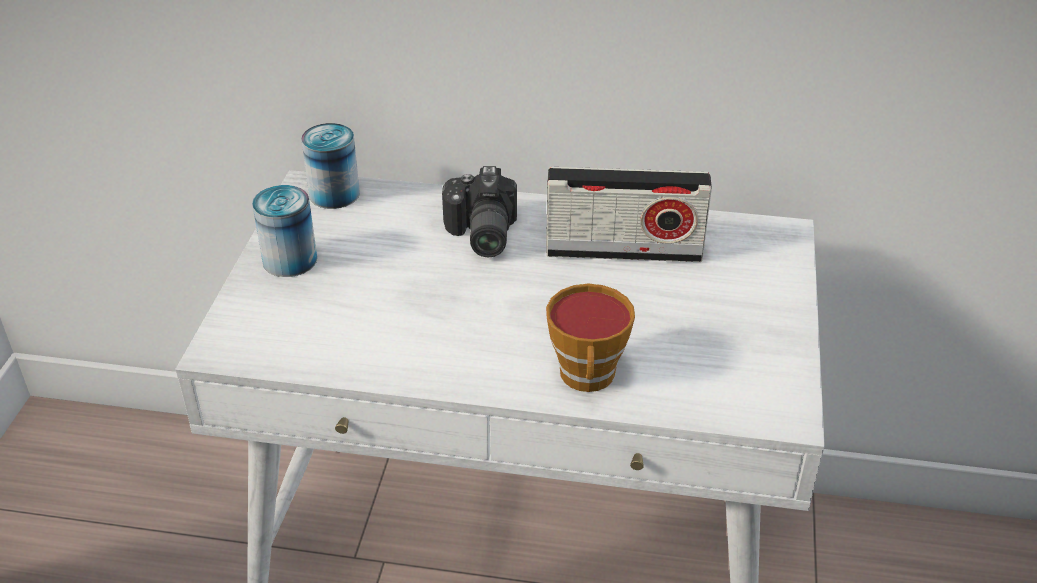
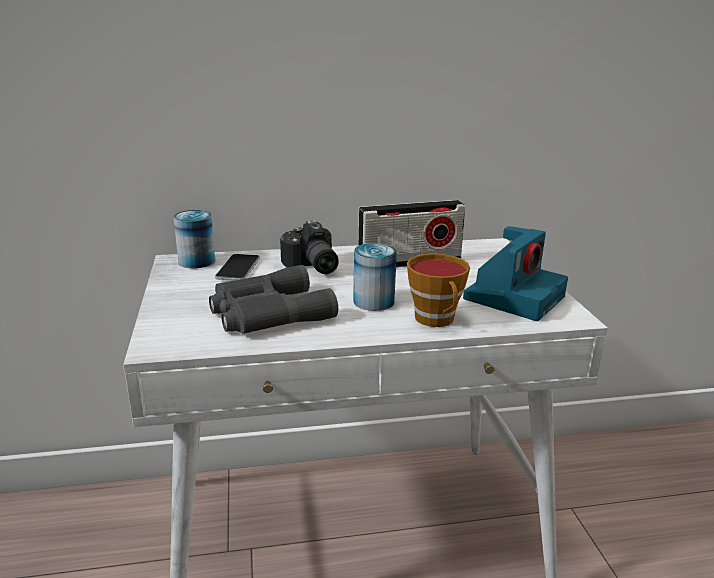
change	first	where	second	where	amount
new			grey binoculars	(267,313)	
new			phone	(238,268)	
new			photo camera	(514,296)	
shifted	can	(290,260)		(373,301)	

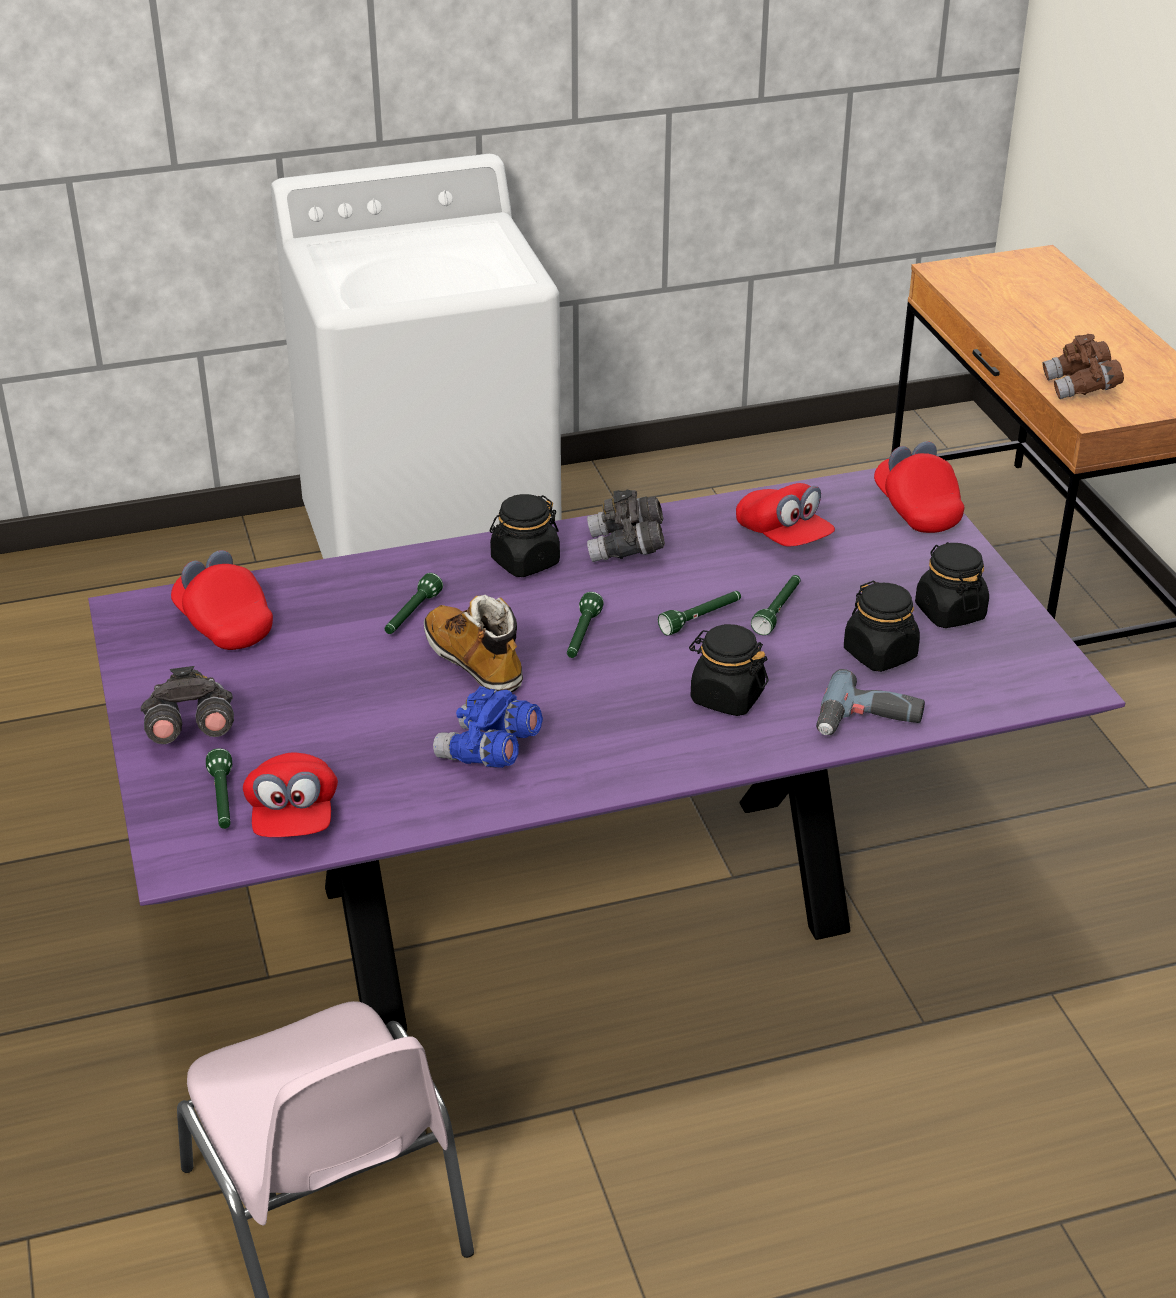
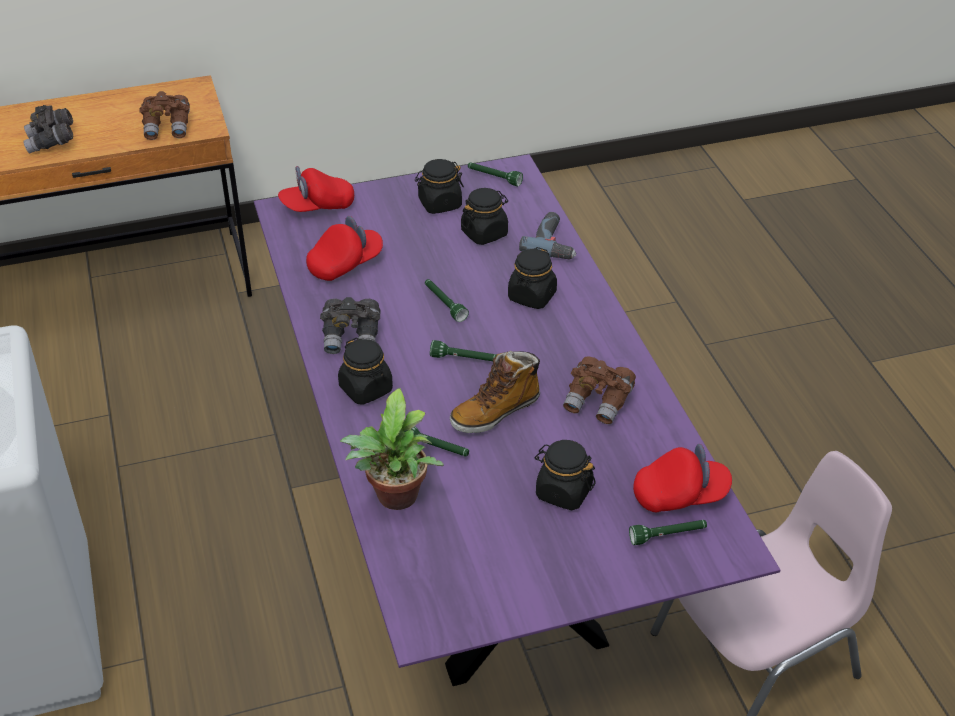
change	first	where	second	where	amount
gone	red cap	(223,624)			
new			potted plant	(396,500)	
new			black jar	(563,492)	
shifted	grey binoculars	(190,730)		(51,142)	
shifted	green flashlight	(778,611)		(494,178)	
repainted	blue binoculars	(489,752)	brown binoculars	(598,402)	

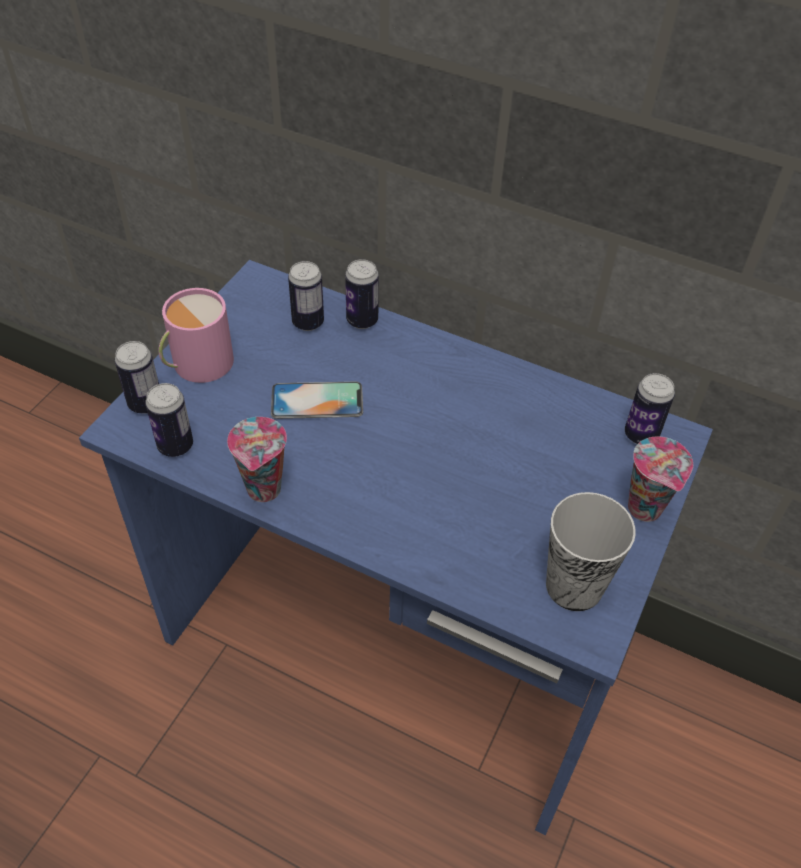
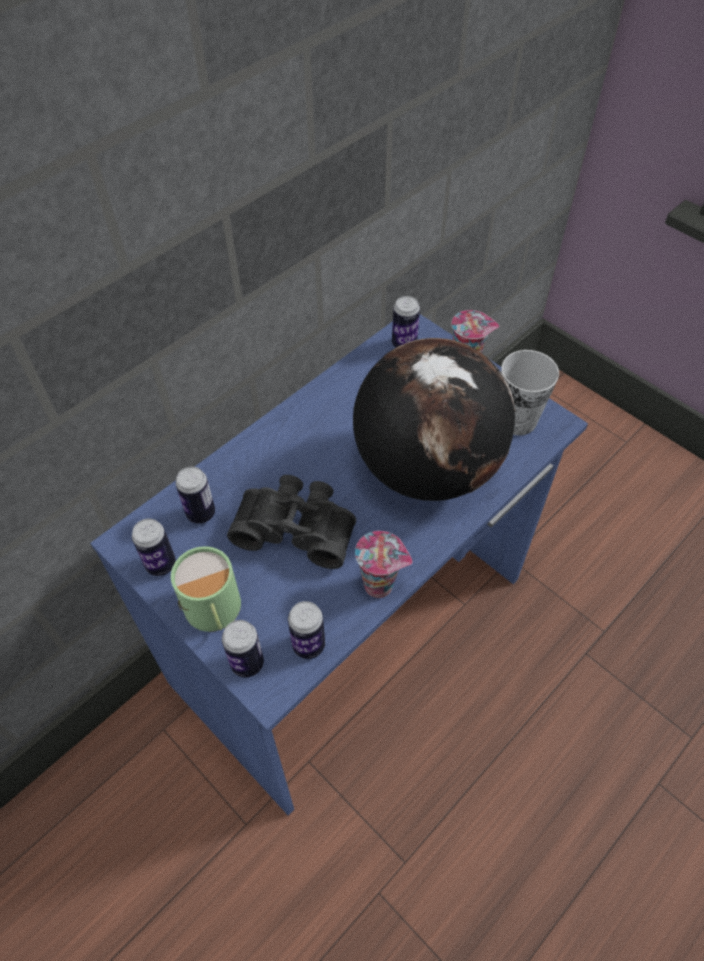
change	first	where	second	where	amount
new			globe	(426,468)	
shifted	can	(362,320)		(161,564)	
swapped	phone	(317,401)	black binoculars	(297,527)	
repainted	pink mug	(197,363)	green mug	(213,611)	

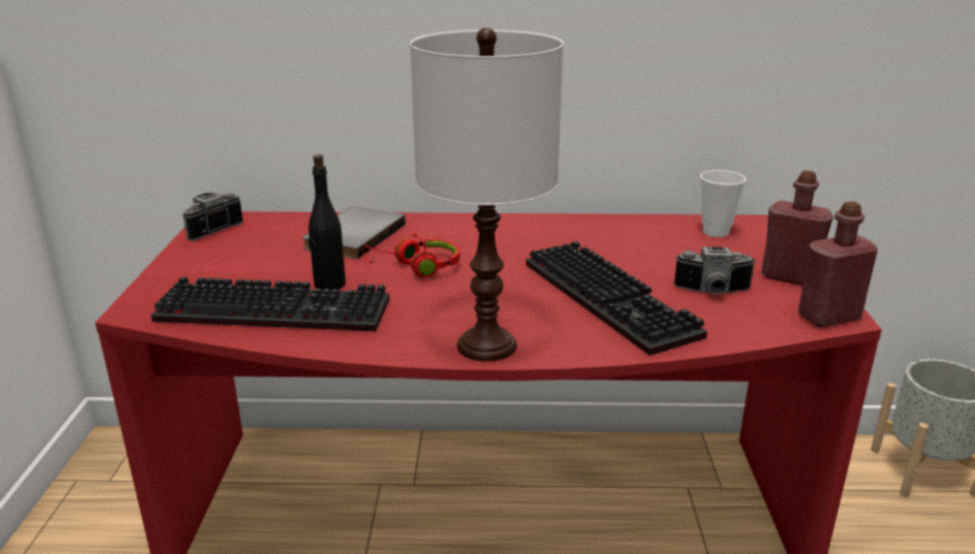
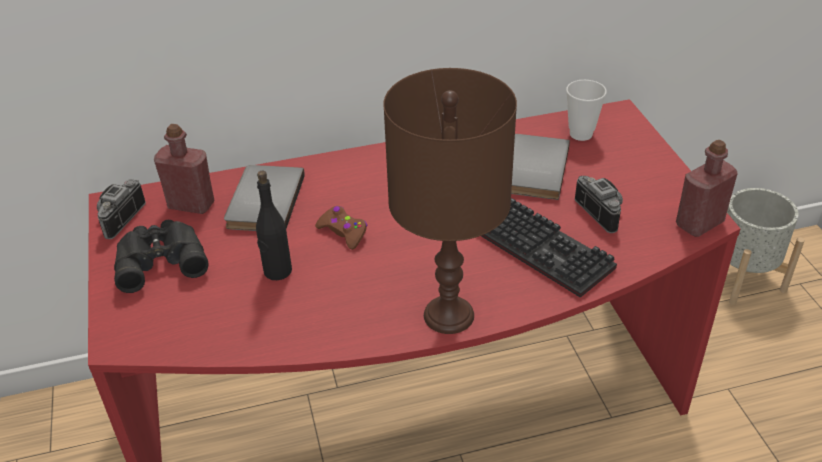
change	first	where	second	where	amount
gone	keyboard	(279,309)			
new			black binoculars	(160,259)	
new			grey book	(531,169)	
shifted	red bottle	(789,277)		(191,204)	
swapped	red headphones	(416,267)	brown game controller	(343,232)	
repainted	white table lamp	(485,346)	brown table lamp	(448,316)	
rotated	photo camera	(713,292)		(603,212)	105 degrees counterclockwise

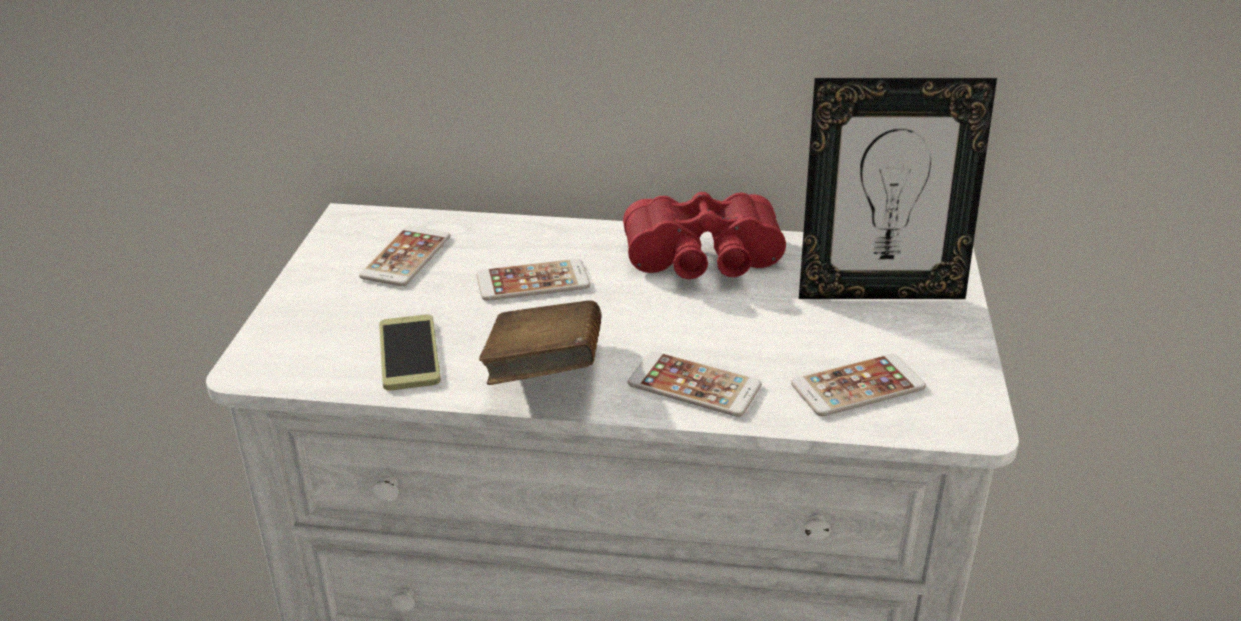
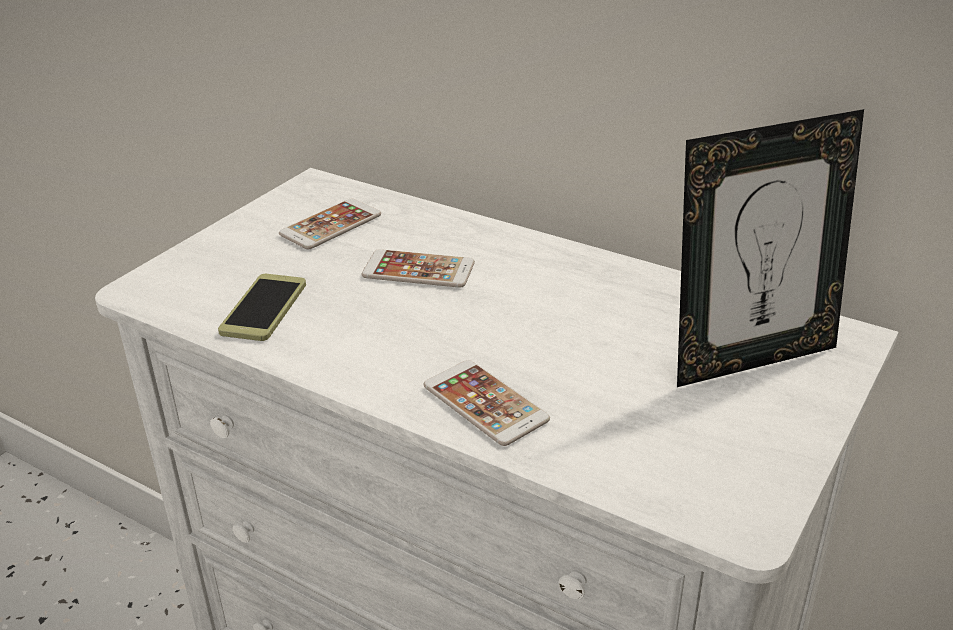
change	first	where	second	where	amount
gone	brown book	(545,373)			
gone	red binoculars	(704,262)			
gone	phone	(858,386)			
rotated	picture frame	(879,291)		(750,358)	45 degrees counterclockwise

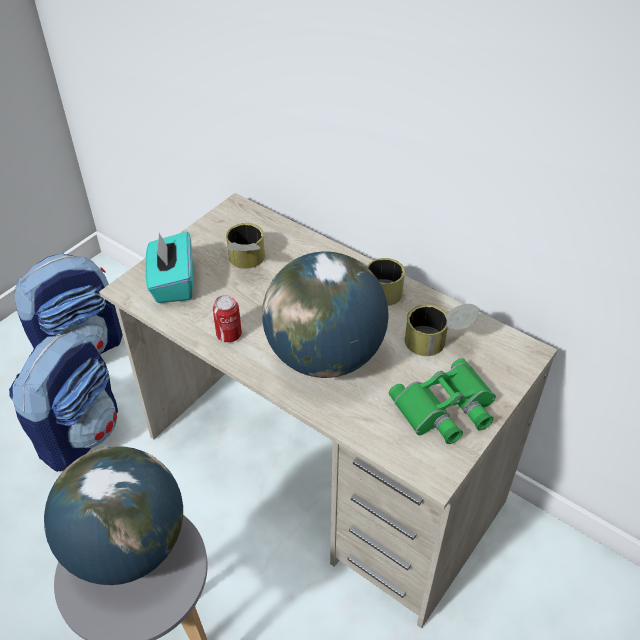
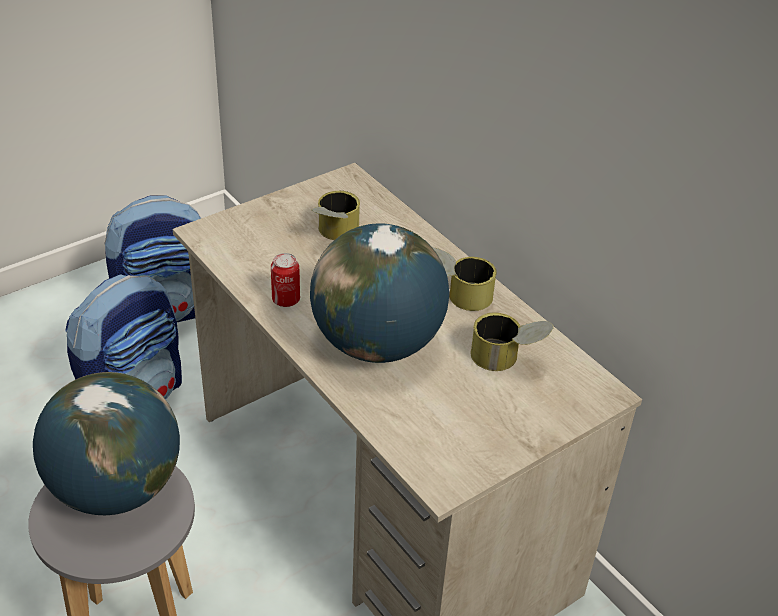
change	first	where	second	where	amount
gone	turquoise tissue box	(173,283)			
gone	green binoculars	(446,409)			

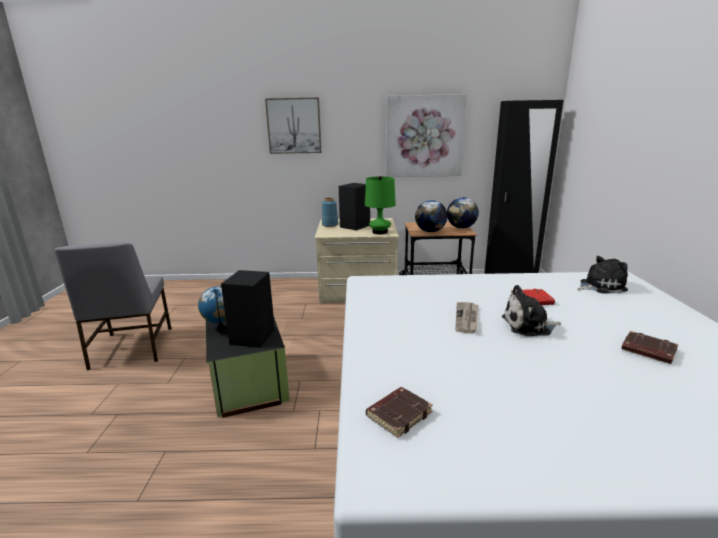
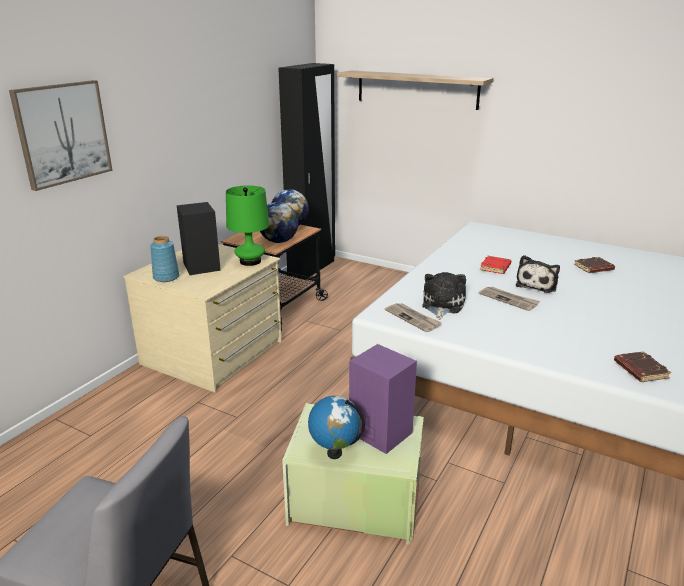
change	first	where	second	where	amount
gone	picture	(424,136)			
new			shelf	(416,89)	
new			newspaper	(413,318)	
shifted	plush toy	(600,286)		(442,305)	
repainted	black storage box	(248,383)	green storage box	(355,502)	
repainted	black speaker	(253,336)	purple speaker	(379,432)	

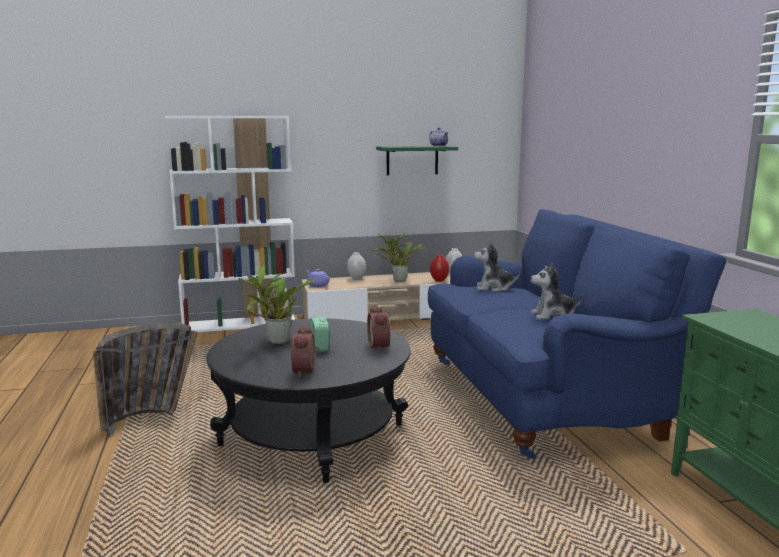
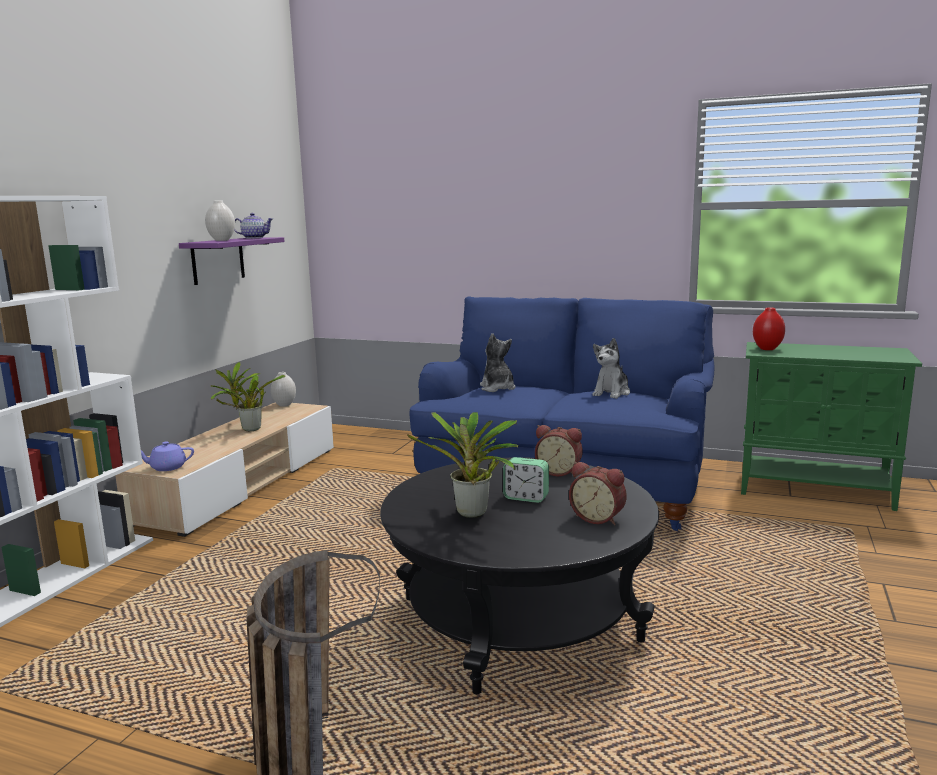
change	first	where	second	where	amount
shifted	white vase	(356,278)		(222,240)	
shifted	red vase	(439,280)		(767,349)	
repainted	green shelf	(412,160)	purple shelf	(218,260)	
rotated	plush toy	(494,288)		(497,388)	120 degrees clockwise

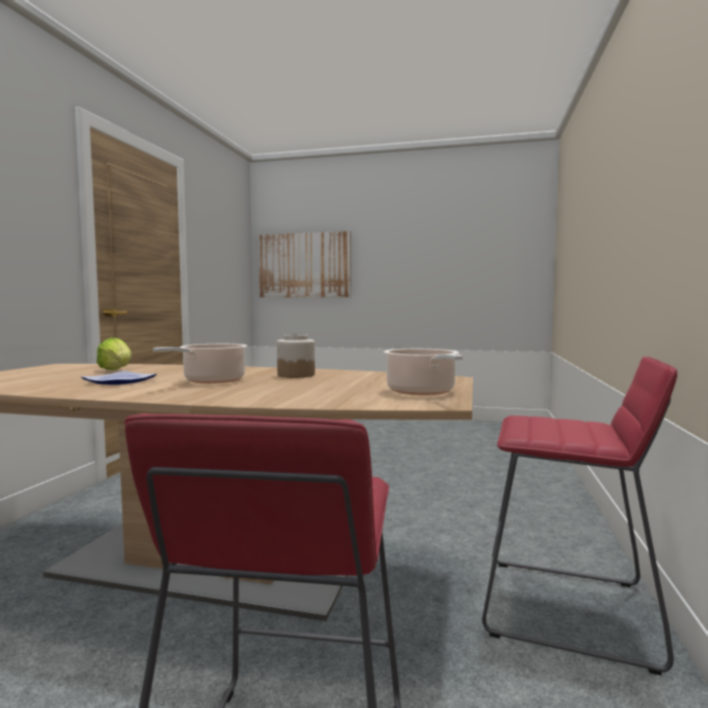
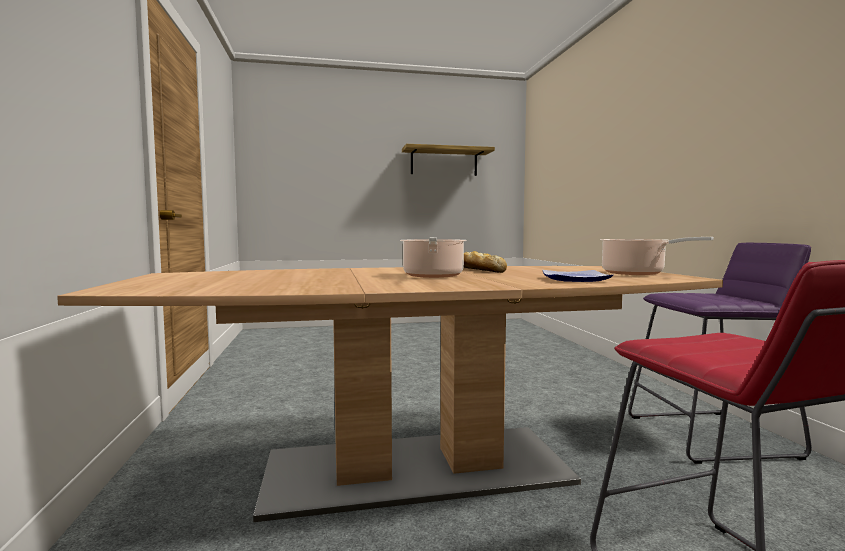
change	first	where	second	where	amount
gone	lettuce	(117,371)			
gone	picture	(304,265)			
new			shelf	(444,162)	
shifted	plate	(120,381)		(574,279)	
swapped	jar	(296,375)	bread	(479,270)	
repainted	red stool	(567,610)	purple stool	(710,436)	

